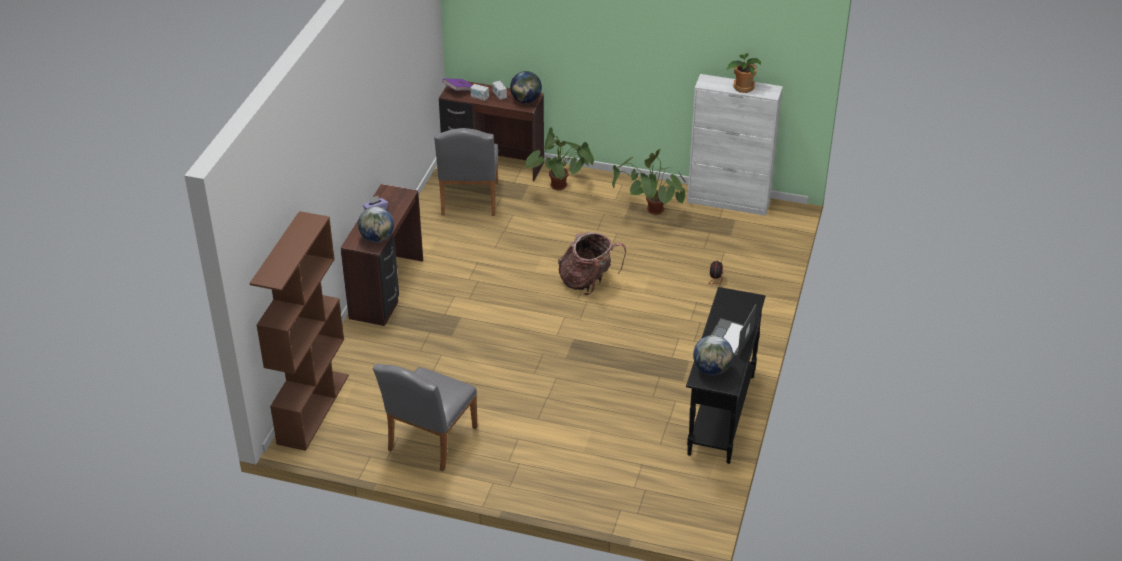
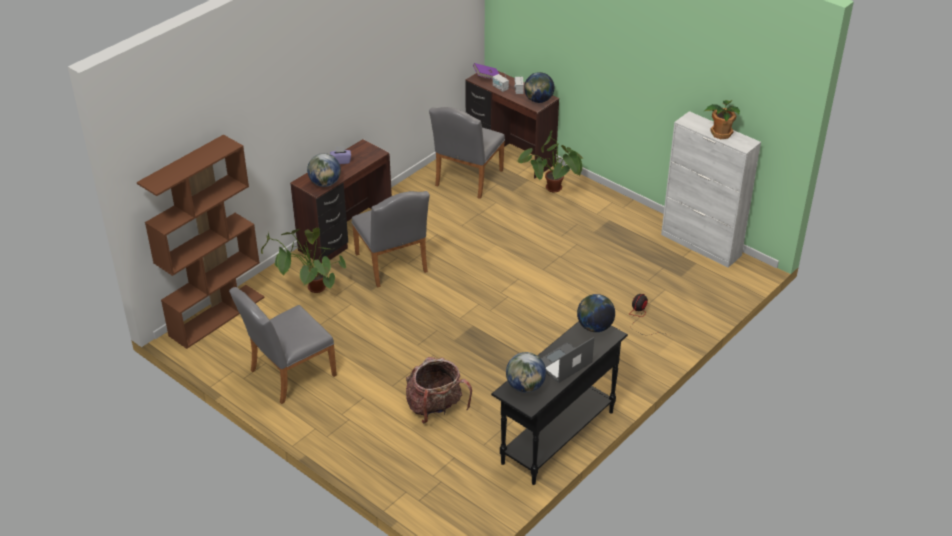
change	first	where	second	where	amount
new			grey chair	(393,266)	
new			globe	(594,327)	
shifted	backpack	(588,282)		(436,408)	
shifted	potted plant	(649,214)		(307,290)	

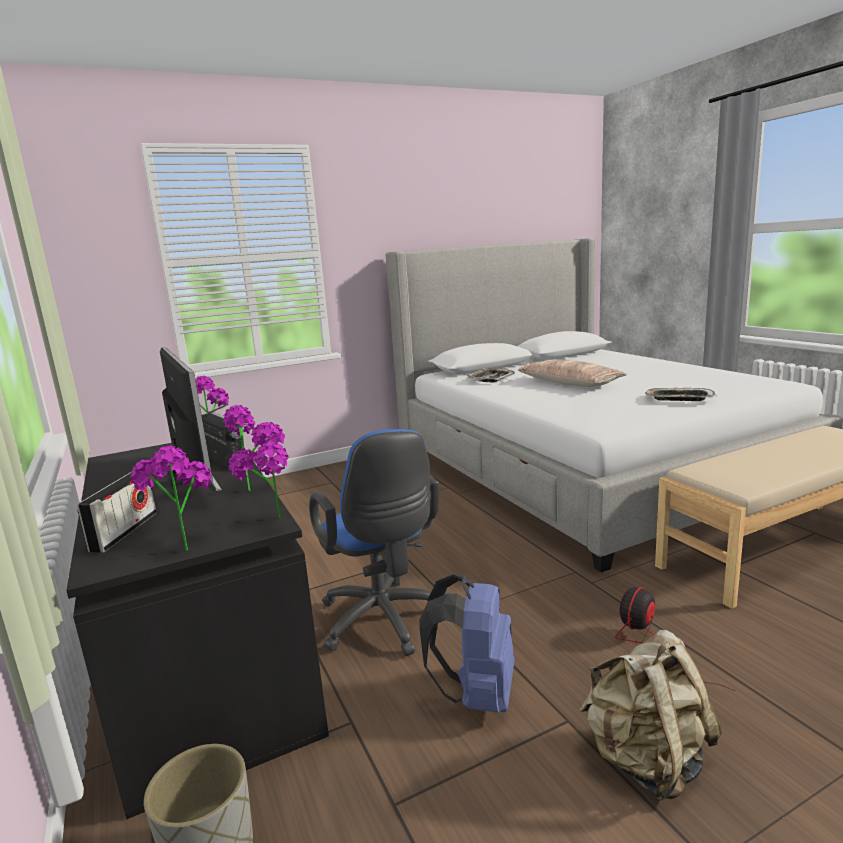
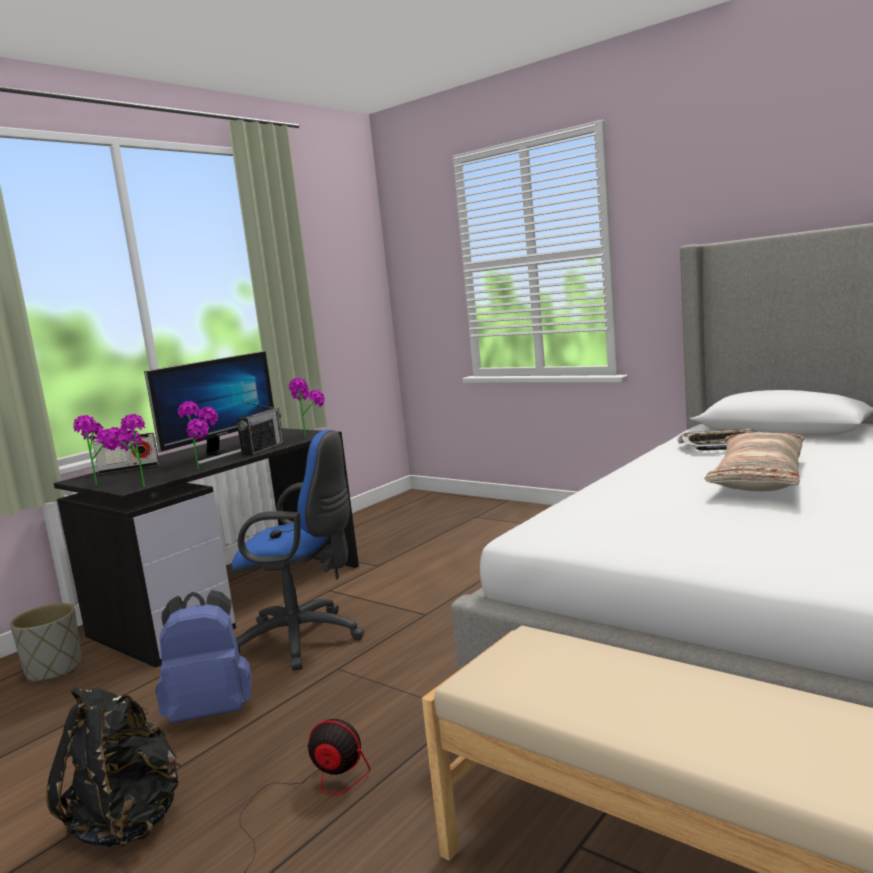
change	first	where	second	where	amount
gone	tray	(679,399)			
repainted	beige backpack	(646,760)	black backpack	(128,821)	
rotated	blue office chair	(384,622)		(305,640)	120 degrees counterclockwise

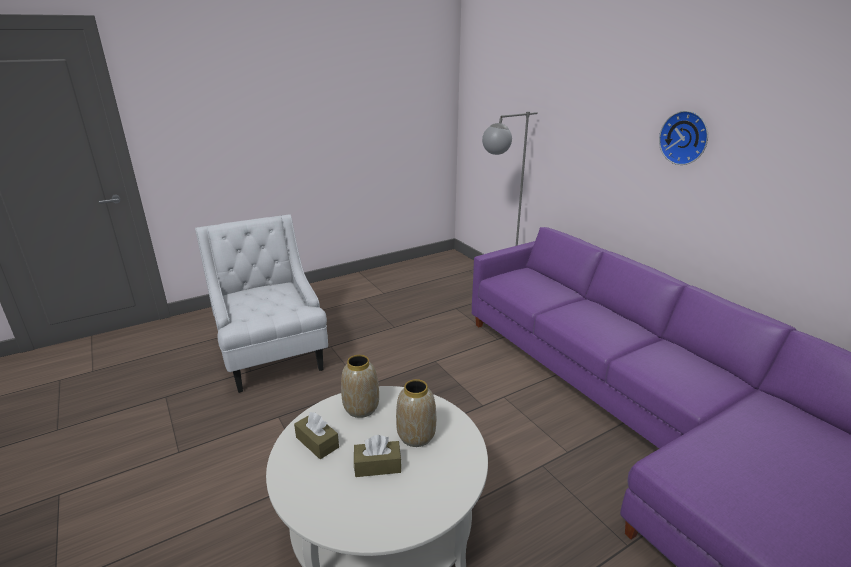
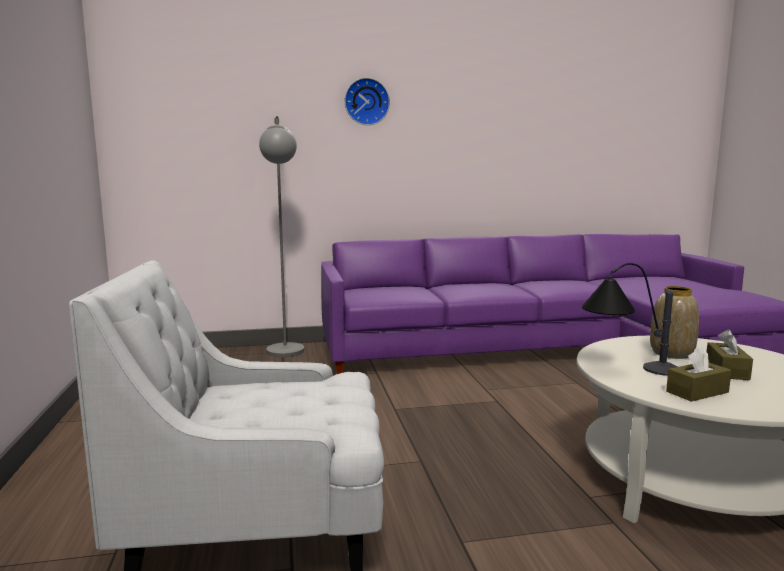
change	first	where	second	where	amount
shifted	wall clock	(685,137)		(366,102)	
swapped	vase	(361,408)	table lamp	(625,369)	

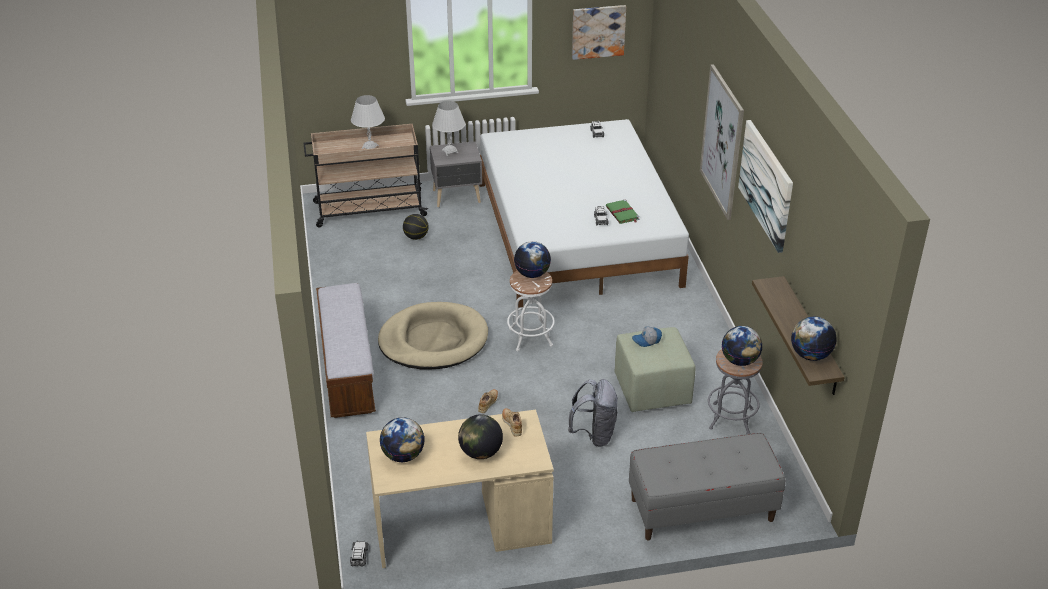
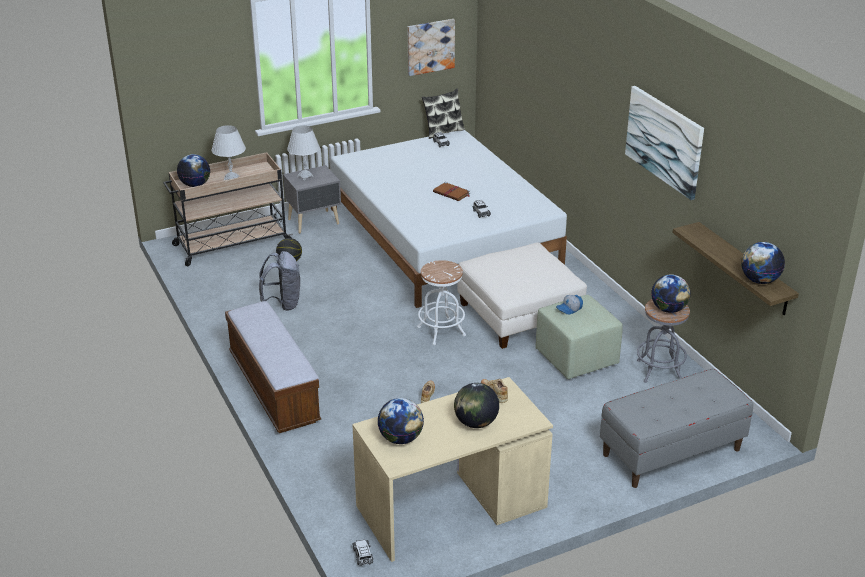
change	first	where	second	where	amount
gone	beige dog bed	(433,340)			
gone	green book	(622,213)			
gone	picture	(722,141)			
new			pillow	(443,132)	
new			brown book	(452,193)	
new			white ottoman	(519,314)	
shifted	globe	(532,274)		(195,185)	
shifted	grey backpack	(594,435)		(283,303)	

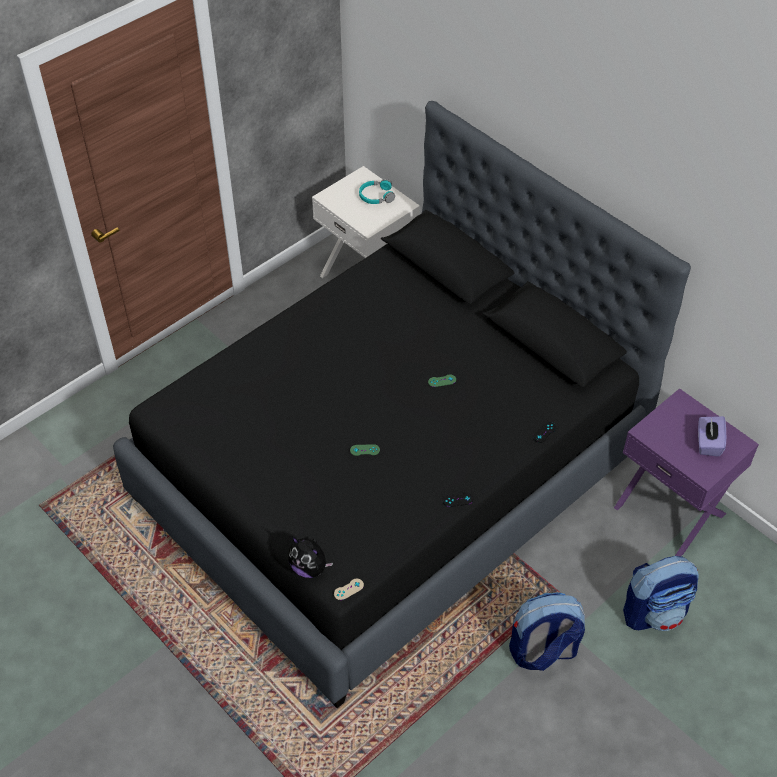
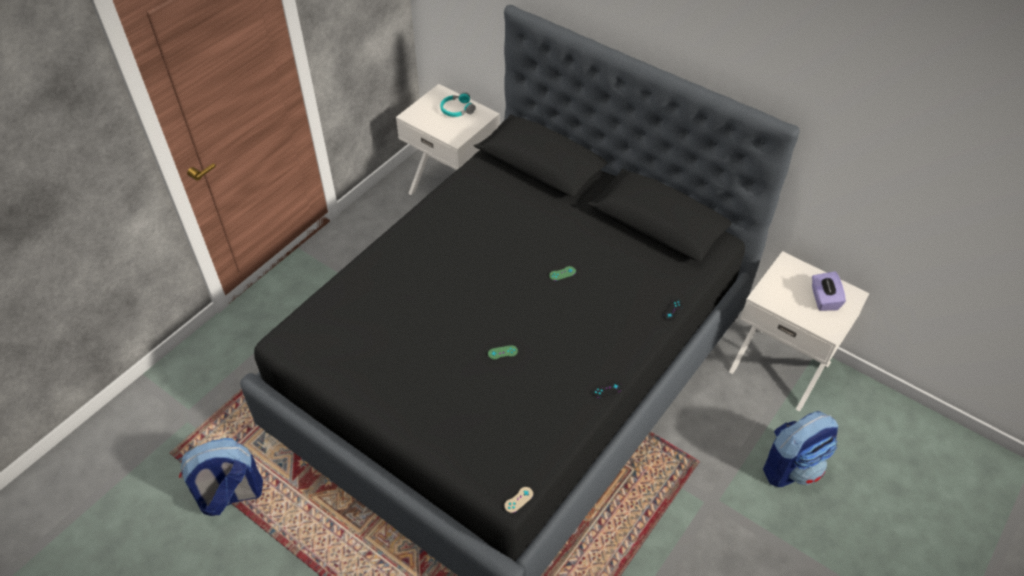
change	first	where	second	where	amount
gone	plush toy	(309,568)			
shifted	backpack	(542,651)		(230,496)	
repainted	purple nightstand	(671,509)	white nightstand	(780,366)	

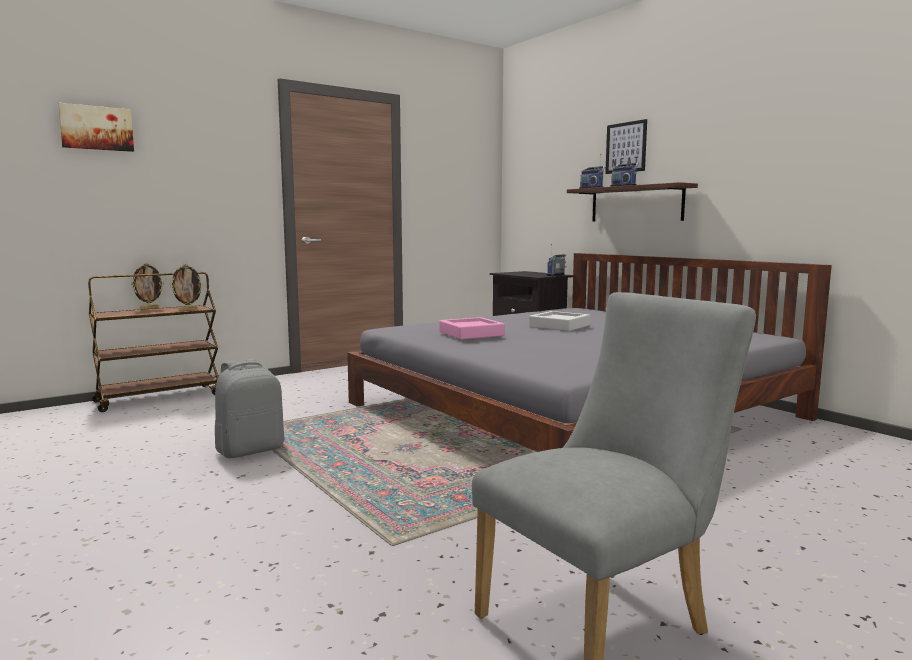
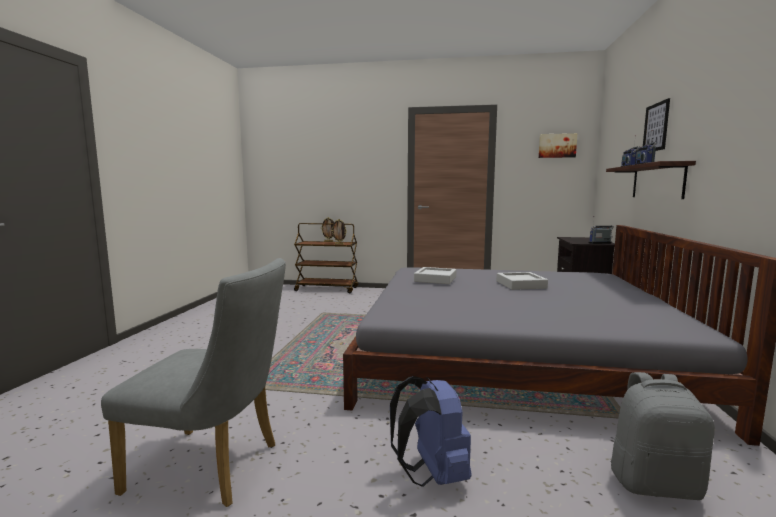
change	first	where	second	where	amount
new			blue backpack	(432,475)	
shifted	picture	(96,128)		(557,145)	
shifted	grey backpack	(251,450)		(654,484)	
repainted	pink tray	(471,333)	grey tray	(435,279)	

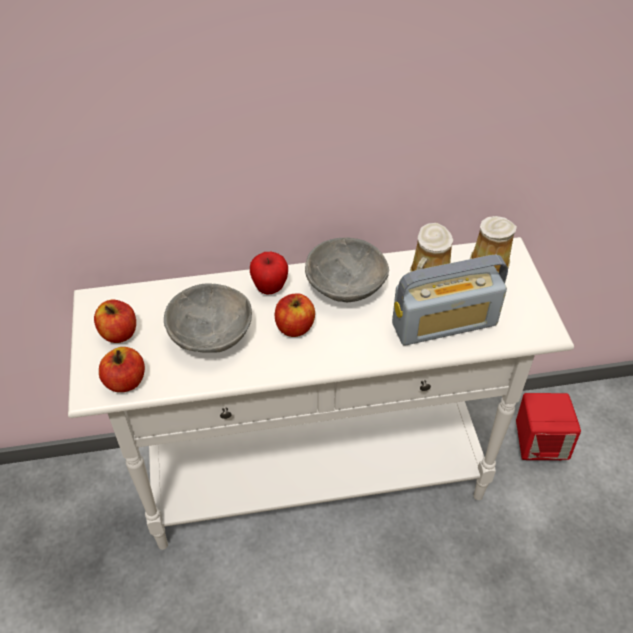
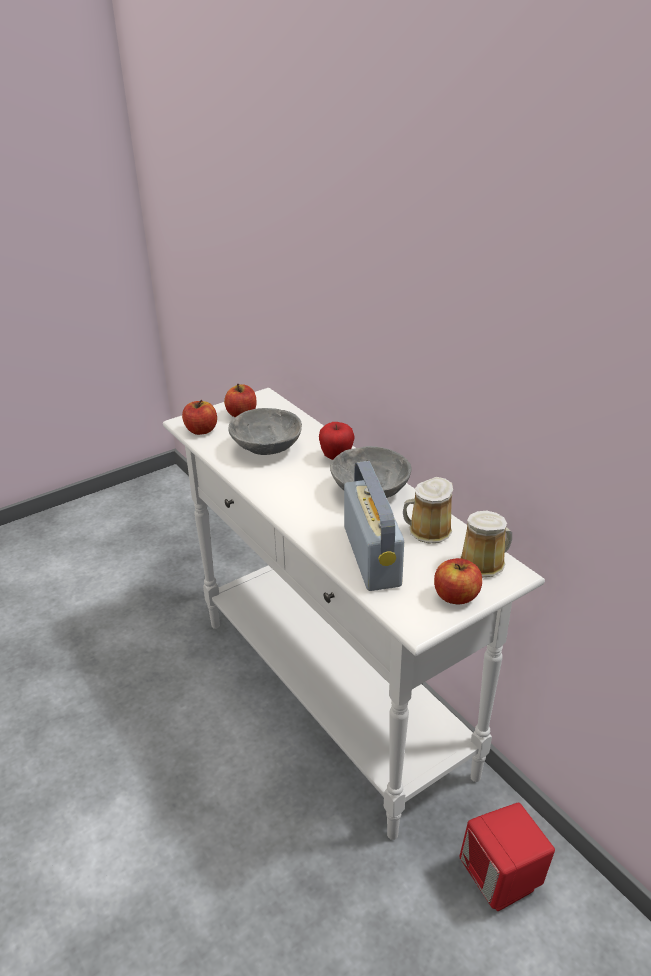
change	first	where	second	where	amount
shifted	apple	(294,327)		(456,596)	
rotated	radio	(444,324)		(371,556)	150 degrees counterclockwise

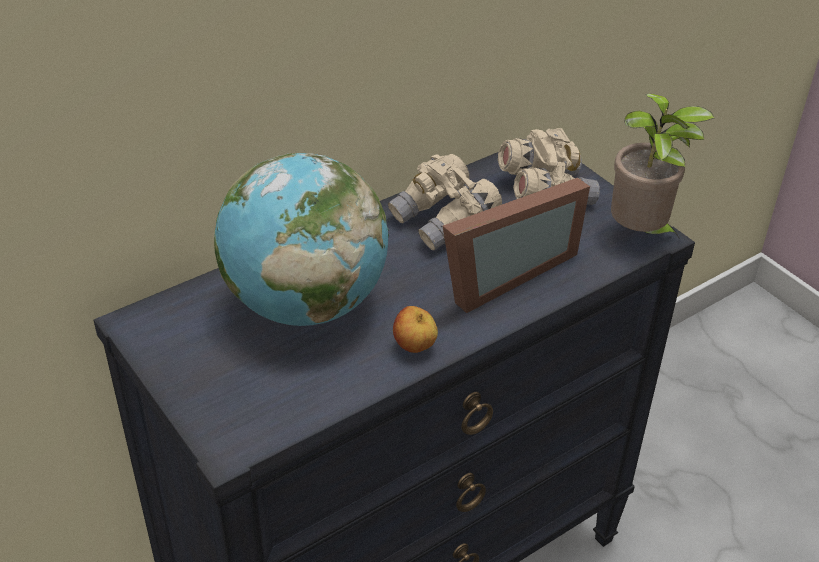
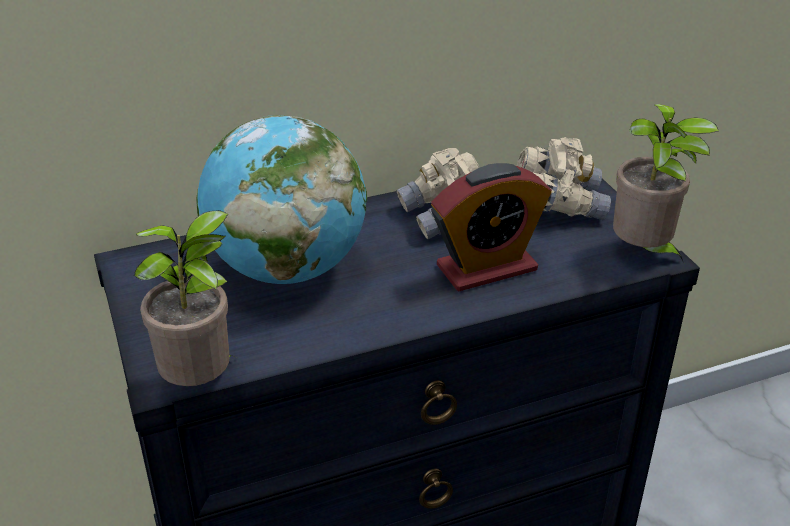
change	first	where	second	where	amount
gone	apple	(414,347)			
new			potted plant	(202,382)	
swapped	picture frame	(501,273)	alarm clock	(486,268)	

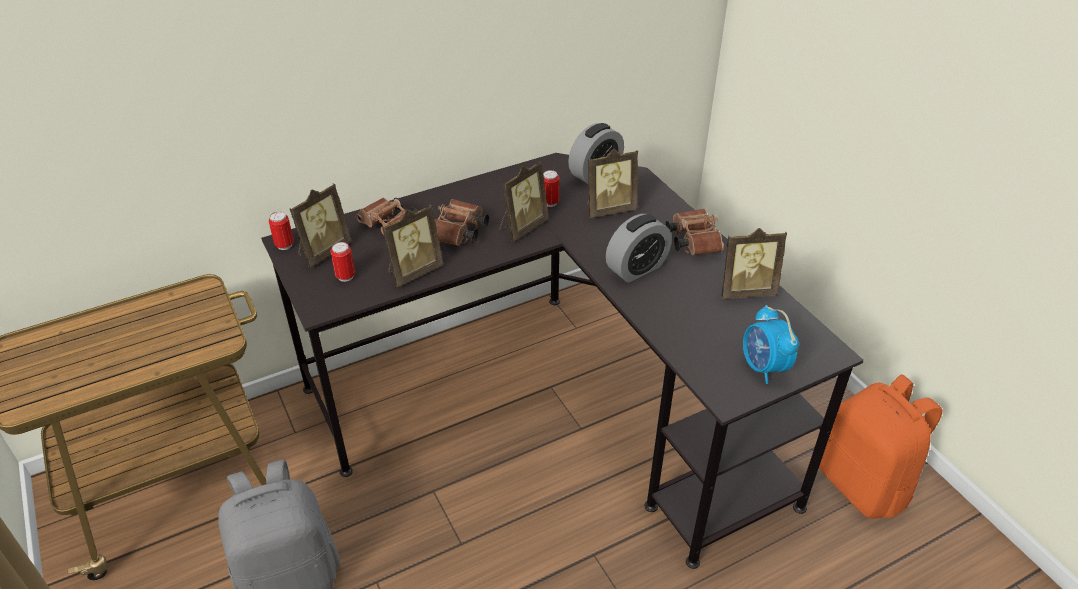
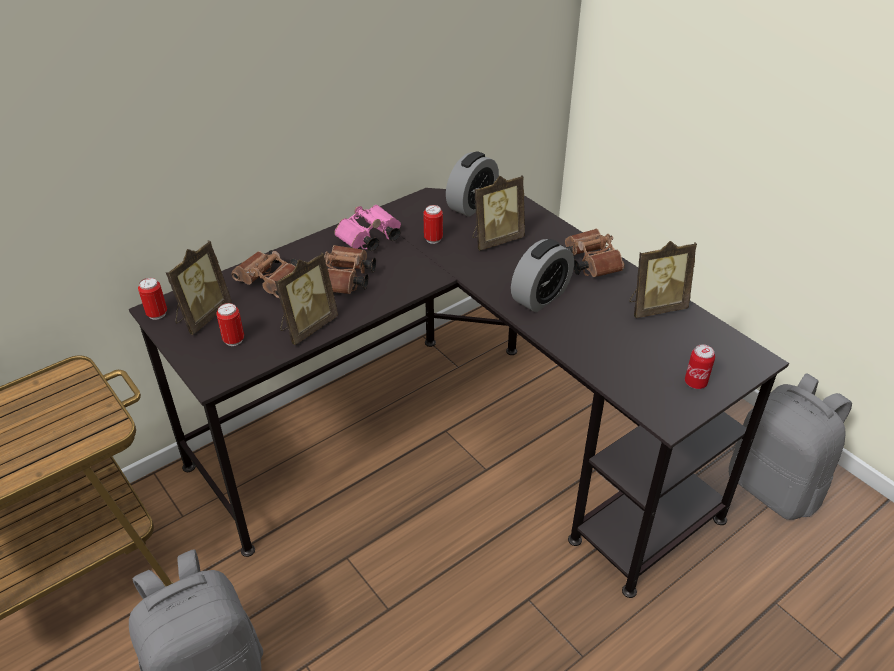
change	first	where	second	where	amount
gone	picture frame	(522,227)			
new			pink binoculars	(369,239)	
swapped	alarm clock	(764,367)	can	(695,383)	
repainted	orange backpack	(864,485)	grey backpack	(775,487)	

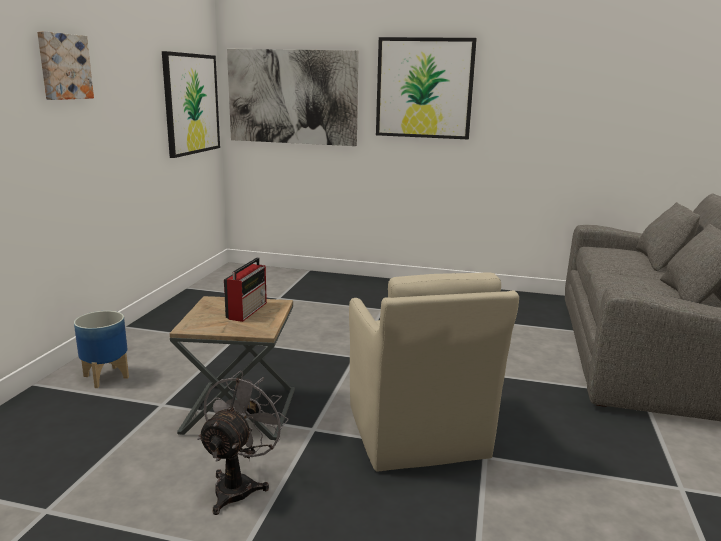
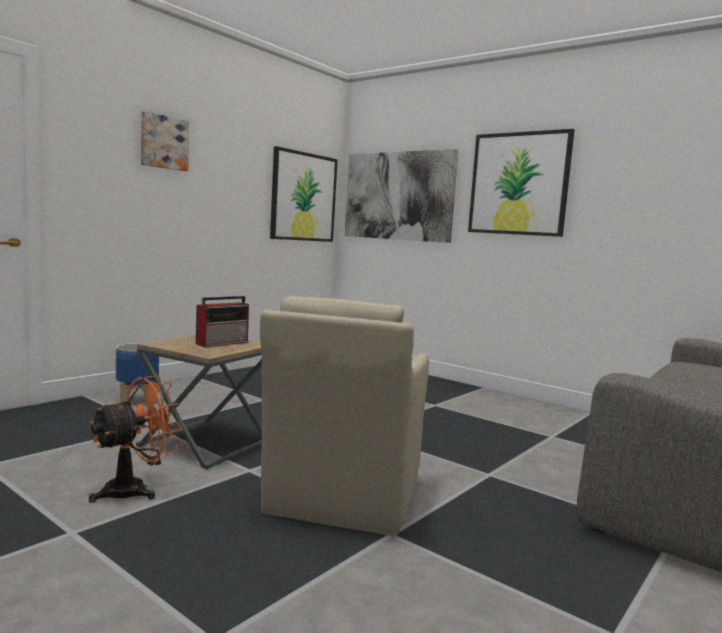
change	first	where	second	where	amount
repainted	grey fan	(239,485)	orange fan	(135,489)	

